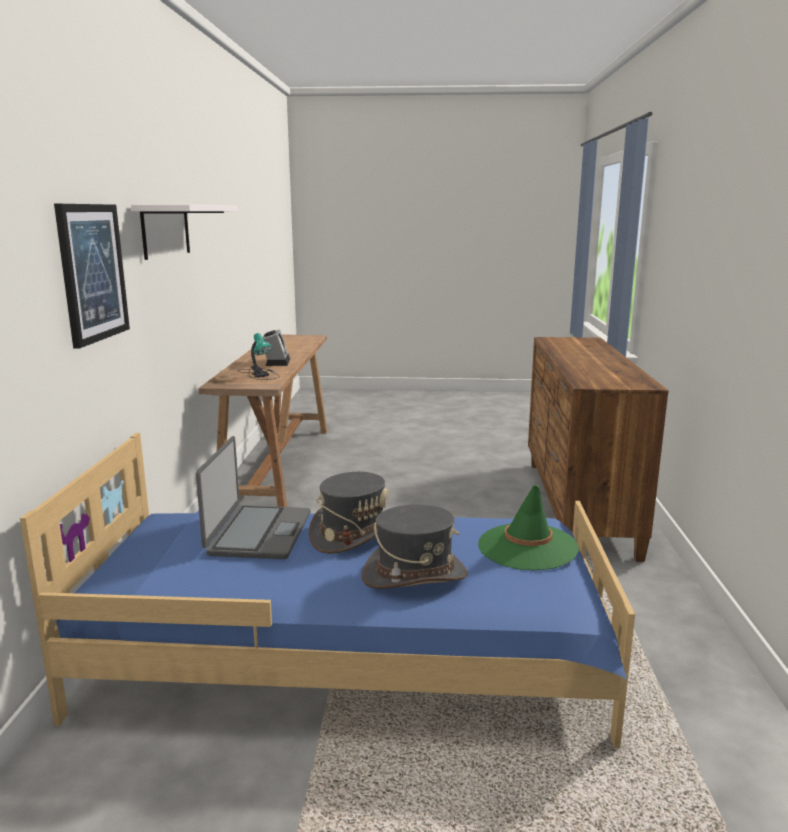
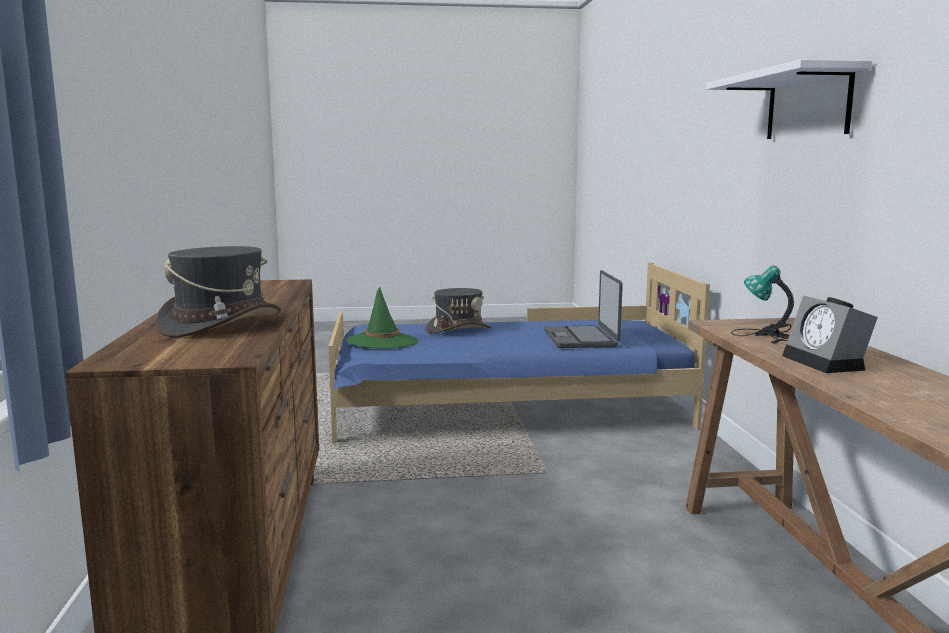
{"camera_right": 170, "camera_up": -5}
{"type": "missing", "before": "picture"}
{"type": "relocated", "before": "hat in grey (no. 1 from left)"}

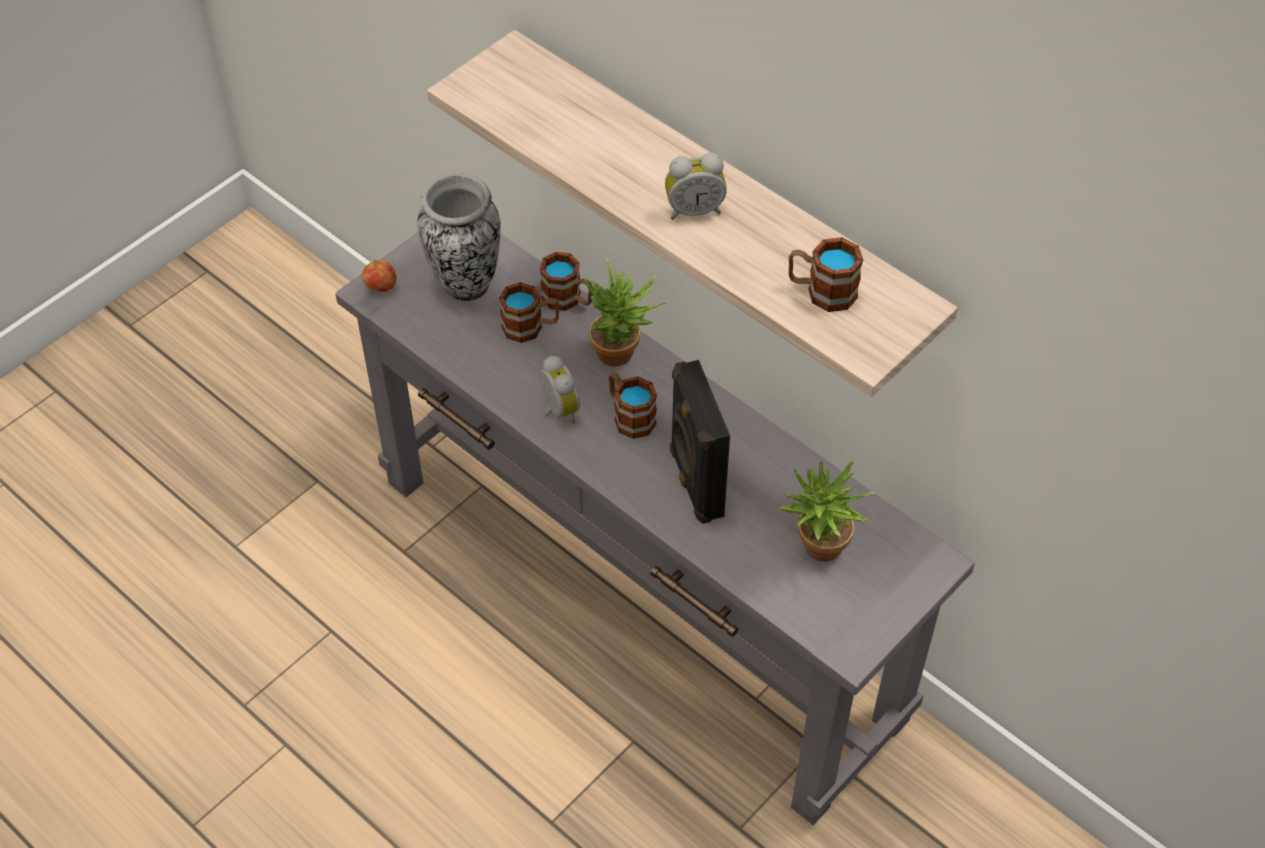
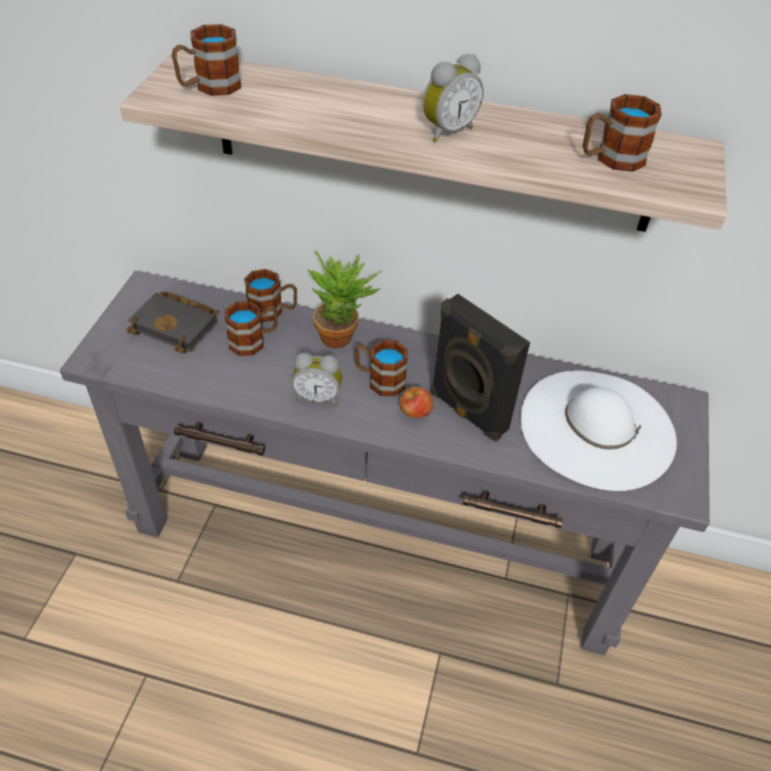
{"camera_right": -30, "camera_up": -5}
{"type": "appeared", "after": "mug (no. 1 from left)"}
{"type": "relocated", "before": "apple"}
{"type": "exchanged", "before": "vase", "after": "book in black"}
{"type": "exchanged", "before": "potted plant (no. 2 from left)", "after": "hat in white"}
{"type": "spun", "before": "alarm clock (no. 1 from left)", "turn": 150}

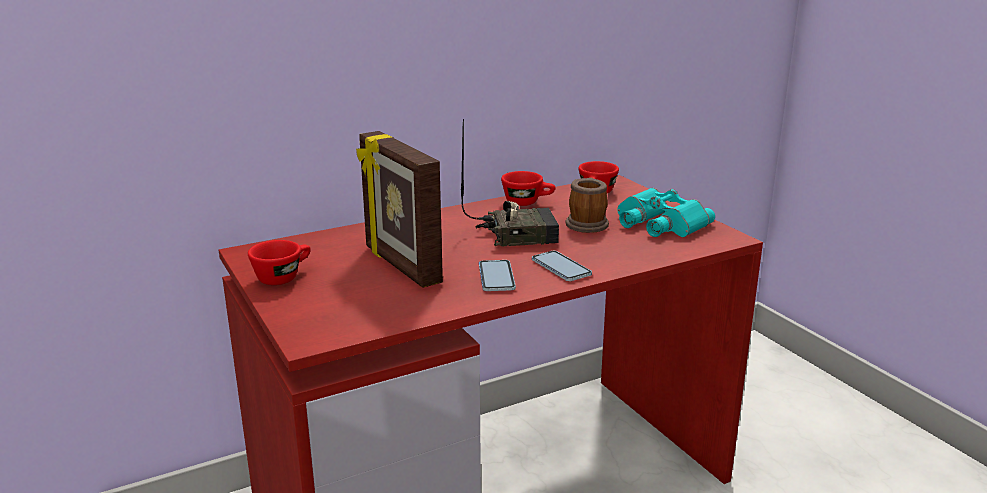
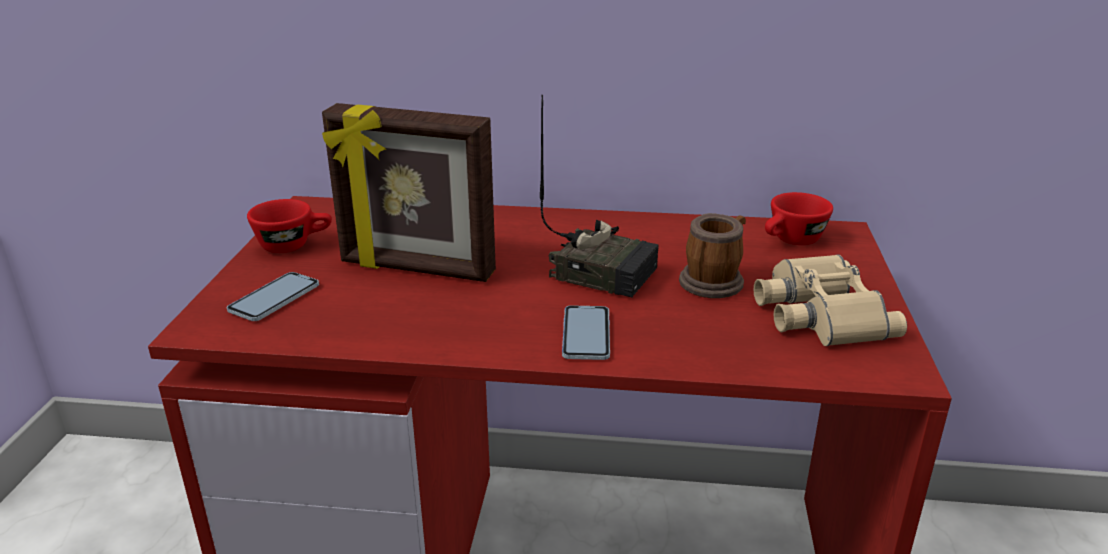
{"camera_right": 35, "camera_up": 5}
{"type": "missing", "before": "cup in red (no. 2 from left)"}
{"type": "relocated", "before": "phone (no. 1 from left)"}
{"type": "colour", "before": "binoculars in turquoise", "after": "binoculars in beige"}
{"type": "spun", "before": "picture frame", "turn": -75}

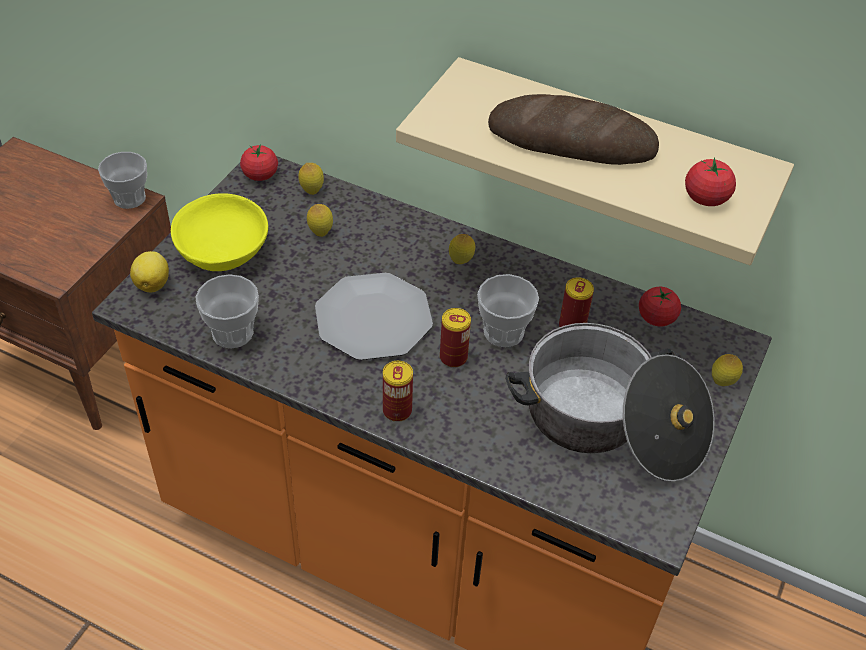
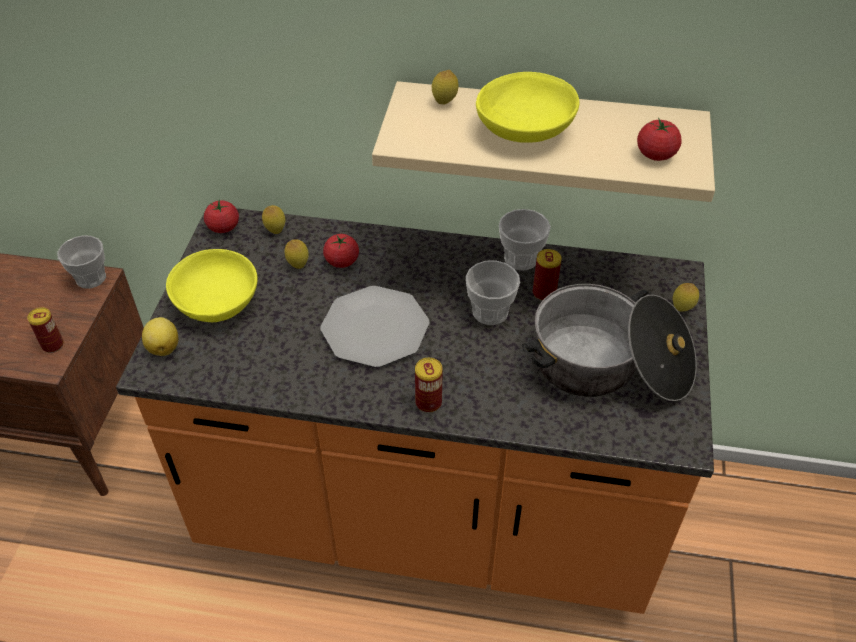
{"camera_right": -15, "camera_up": 0}
{"type": "relocated", "before": "cup (no. 2 from left in the first image)", "after": "cup (no. 3 from left)"}
{"type": "relocated", "before": "can (no. 2 from left in the first image)", "after": "can (no. 1 from left)"}
{"type": "relocated", "before": "lemon (no. 4 from left)"}
{"type": "relocated", "before": "tomato (no. 2 from left)"}
{"type": "exchanged", "before": "bread", "after": "bowl in yellow (no. 2 from left)"}

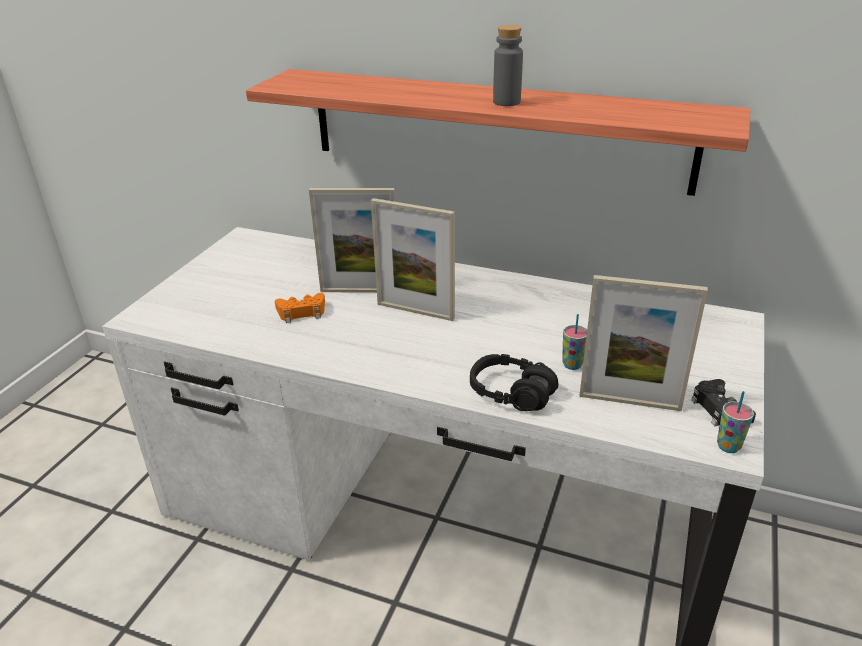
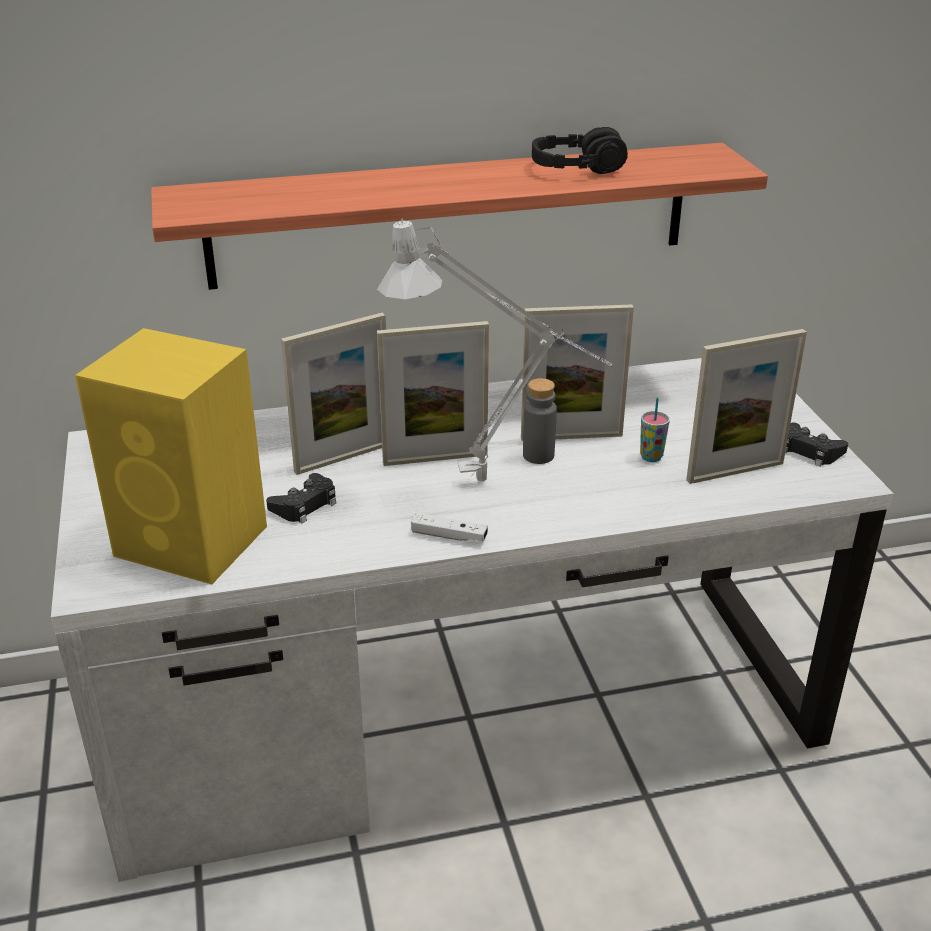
{"camera_right": -35, "camera_up": 0}
{"type": "missing", "before": "cup (no. 2 from left)"}
{"type": "appeared", "after": "speaker in yellow"}
{"type": "appeared", "after": "table lamp in grey"}
{"type": "appeared", "after": "game controller in white"}
{"type": "appeared", "after": "picture frame (no. 3 from left)"}
{"type": "relocated", "before": "headphones in black"}
{"type": "relocated", "before": "bottle in grey"}
{"type": "colour", "before": "game controller in orange", "after": "game controller in black (no. 1 from left)"}

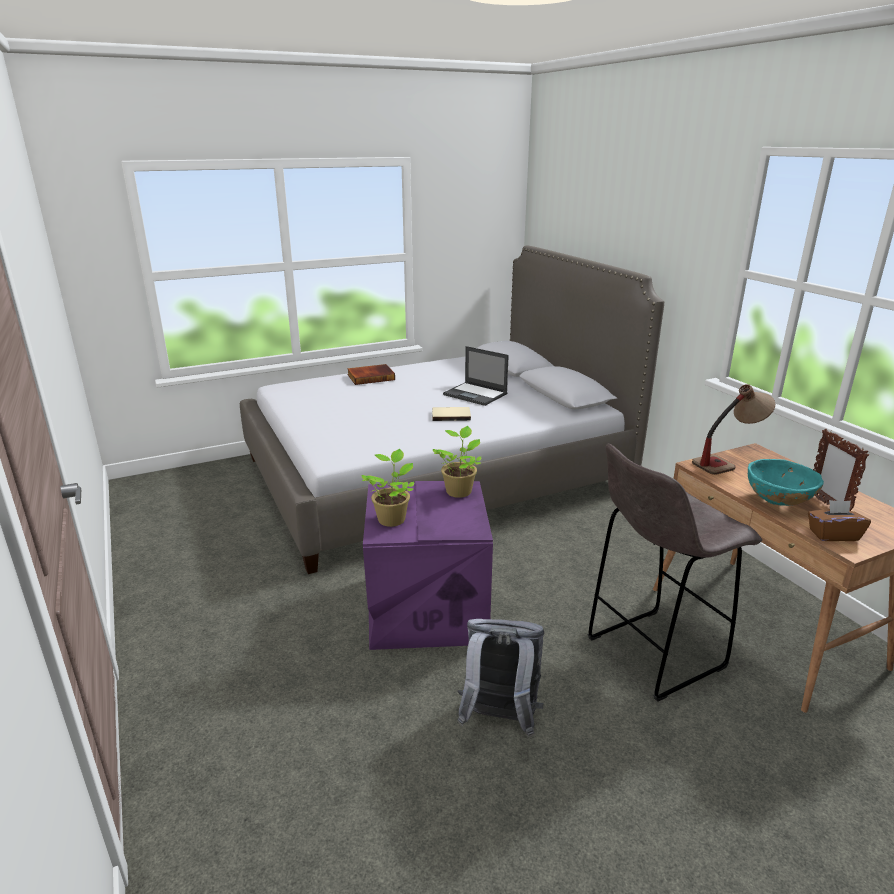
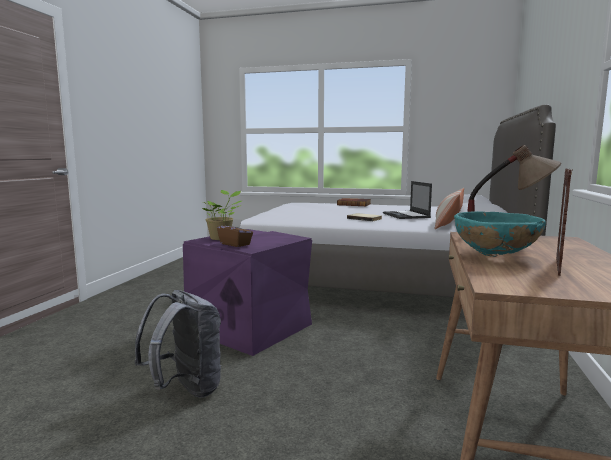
{"camera_right": 40, "camera_up": -15}
{"type": "missing", "before": "potted plant (no. 2 from left)"}
{"type": "missing", "before": "stool in grey"}
{"type": "appeared", "after": "pillow"}
{"type": "relocated", "before": "tissue box in brown"}

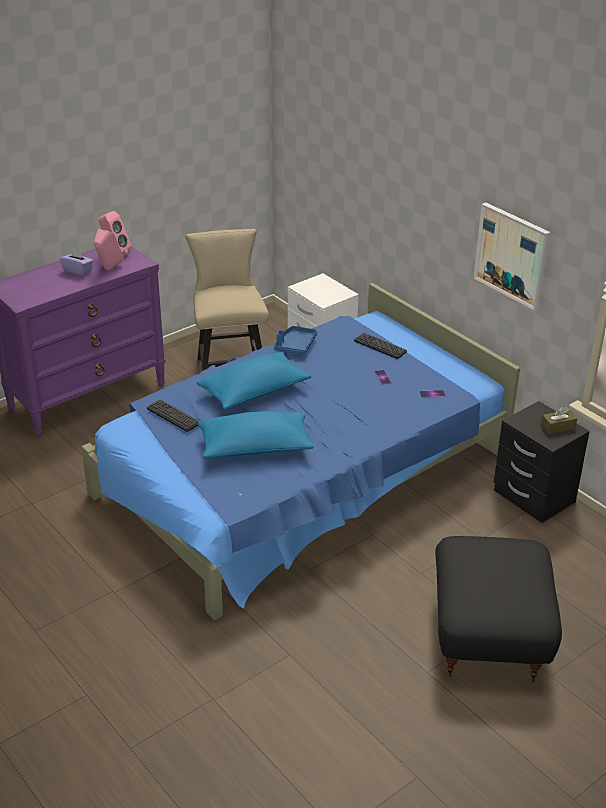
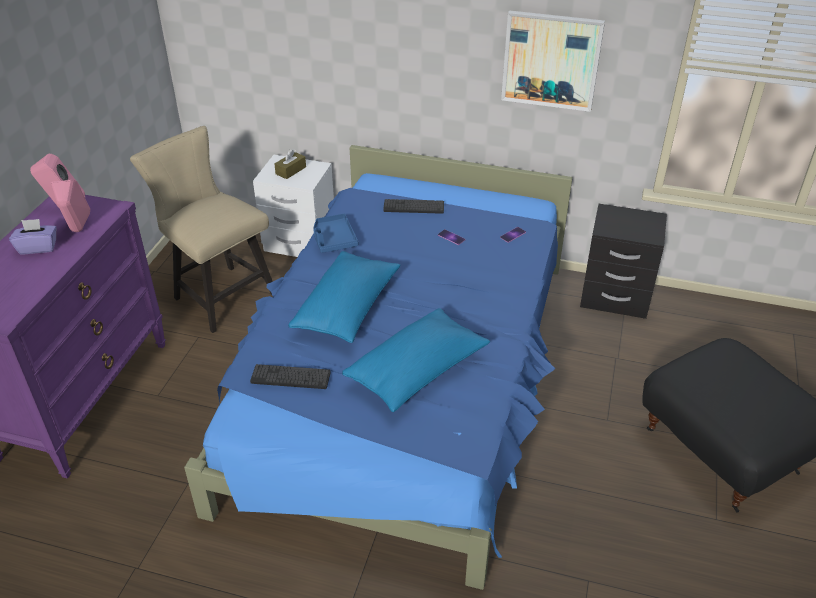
{"camera_right": -35, "camera_up": 5}
{"type": "relocated", "before": "tissue box in brown"}

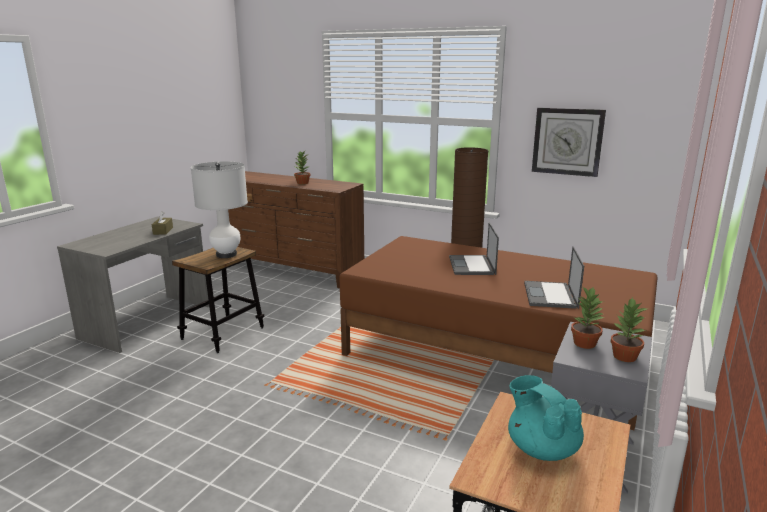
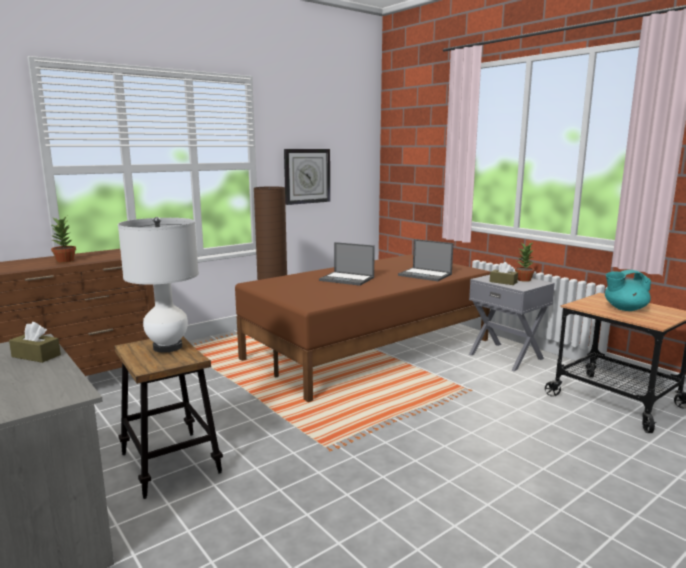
{"camera_right": -65, "camera_up": -5}
{"type": "exchanged", "before": "potted plant (no. 2 from left)", "after": "tissue box in brown (no. 2 from left)"}

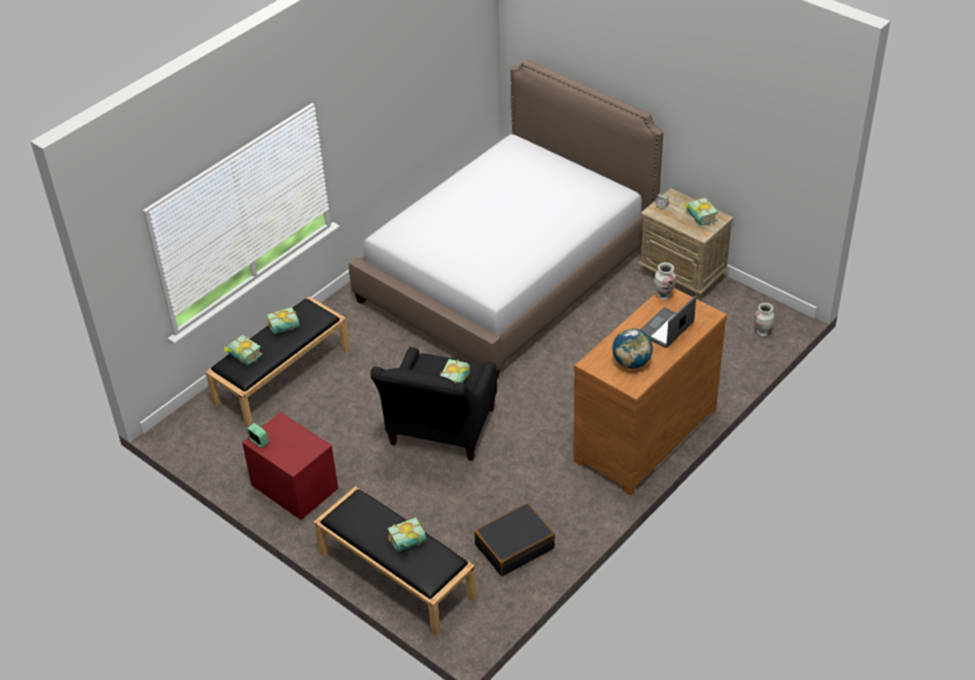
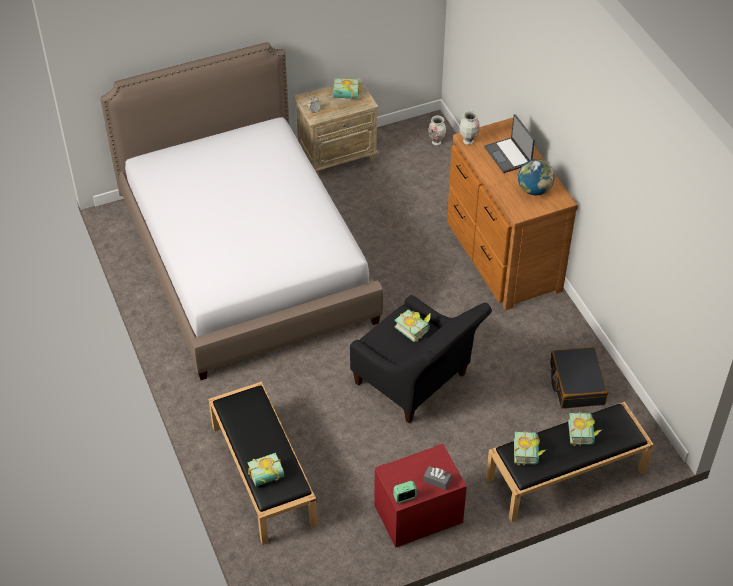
{"camera_right": -65, "camera_up": 5}
{"type": "appeared", "after": "tissue box in grey"}
{"type": "relocated", "before": "book (no. 2 from left in the first image)", "after": "book (no. 4 from left)"}

